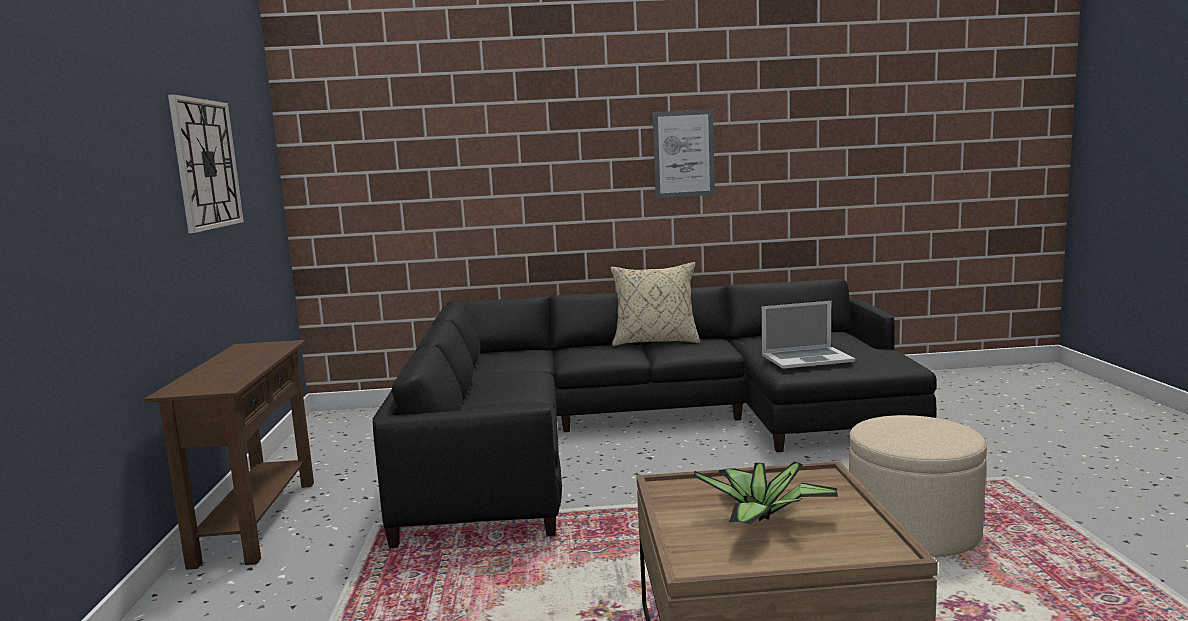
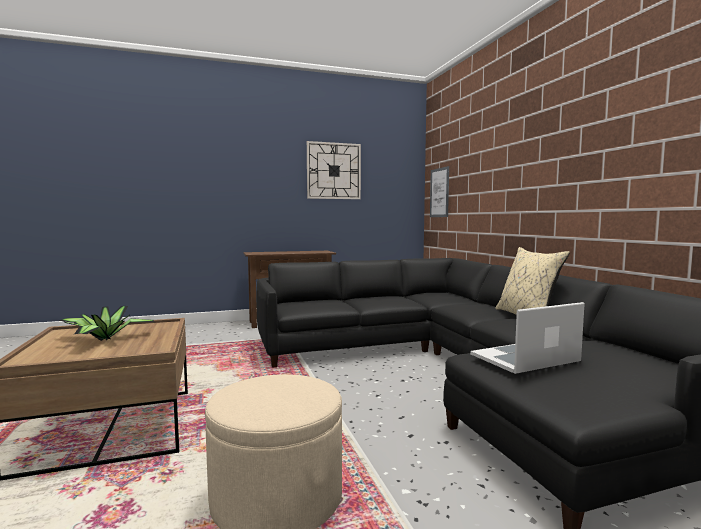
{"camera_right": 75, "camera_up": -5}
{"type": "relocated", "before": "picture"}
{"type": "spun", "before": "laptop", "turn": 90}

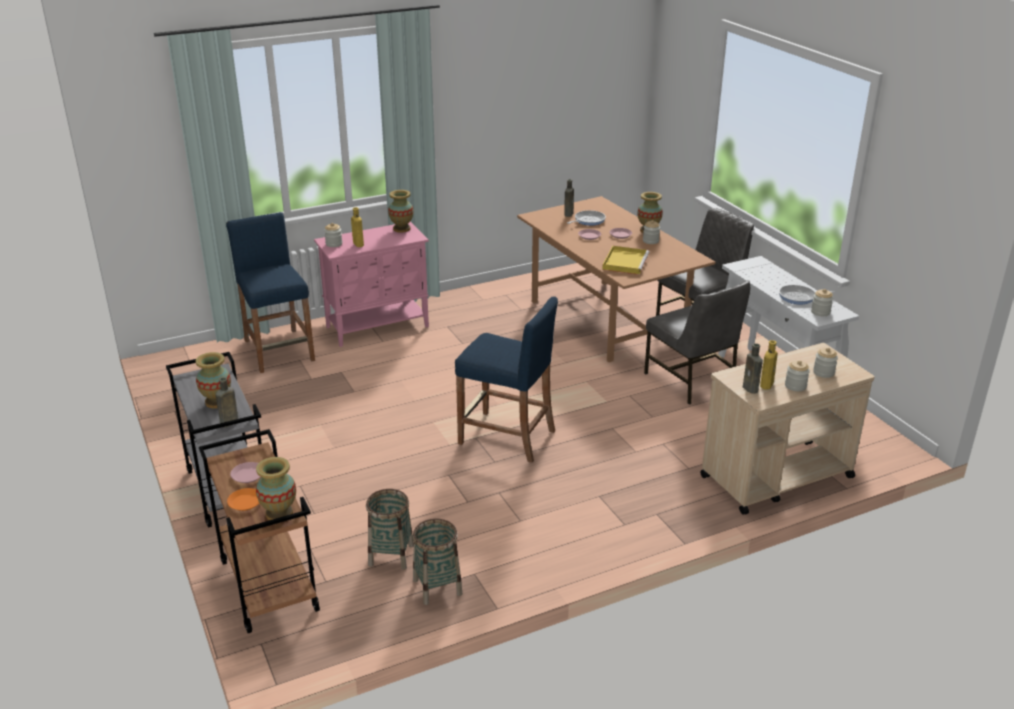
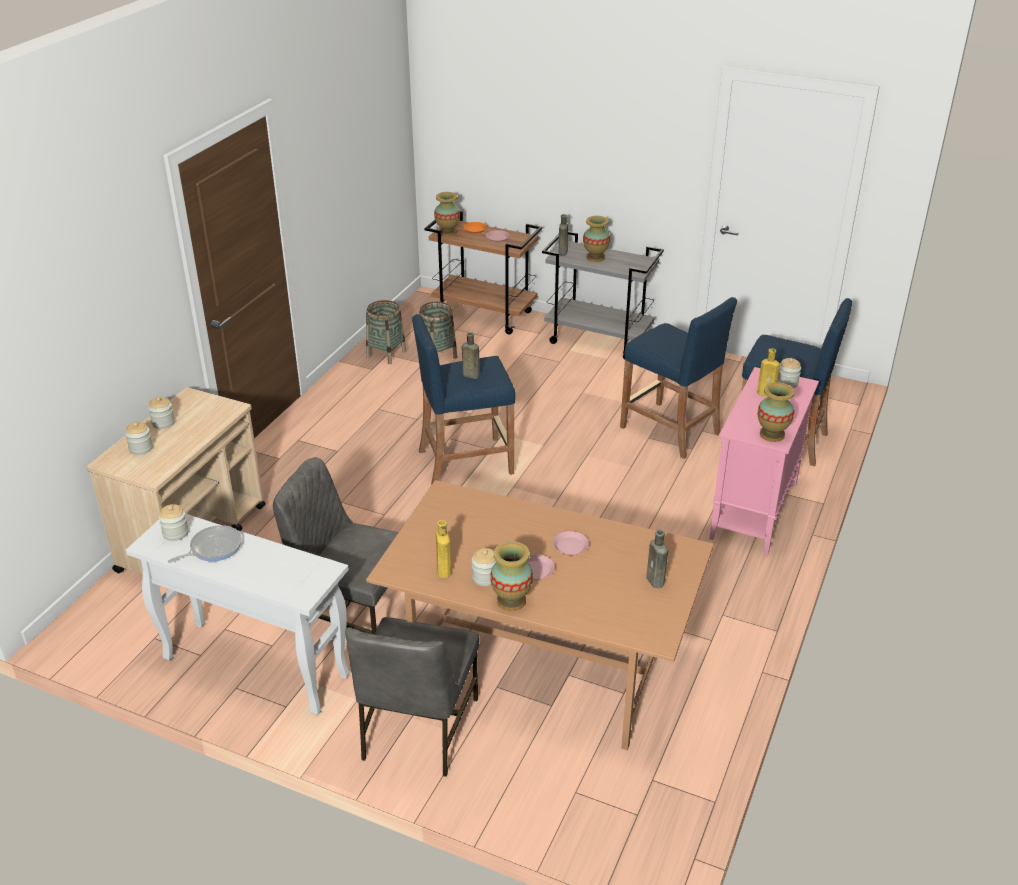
{"camera_right": 140, "camera_up": 5}
{"type": "missing", "before": "frying pan (no. 1 from left)"}
{"type": "missing", "before": "tray in yellow"}
{"type": "appeared", "after": "stool in blue (no. 2 from left)"}
{"type": "relocated", "before": "bottle in brown (no. 3 from left in the first image)", "after": "bottle in brown (no. 1 from left)"}
{"type": "relocated", "before": "bottle in yellow (no. 2 from left in the first image)", "after": "bottle in yellow (no. 1 from left)"}

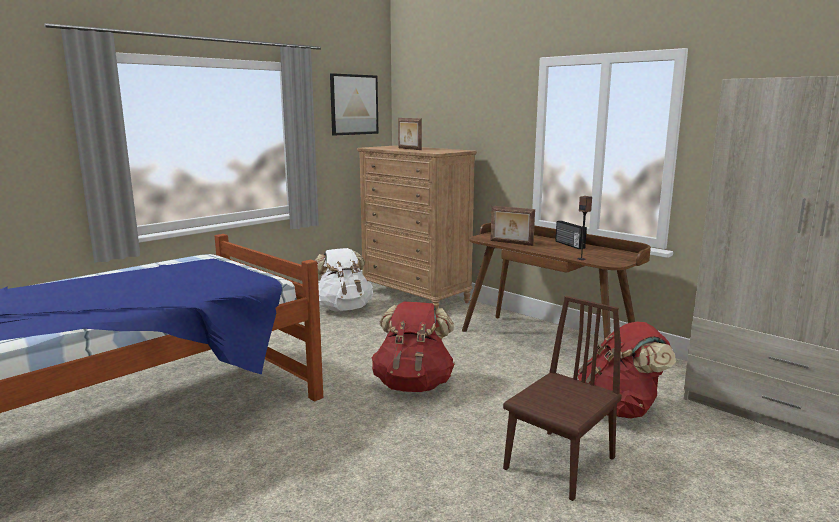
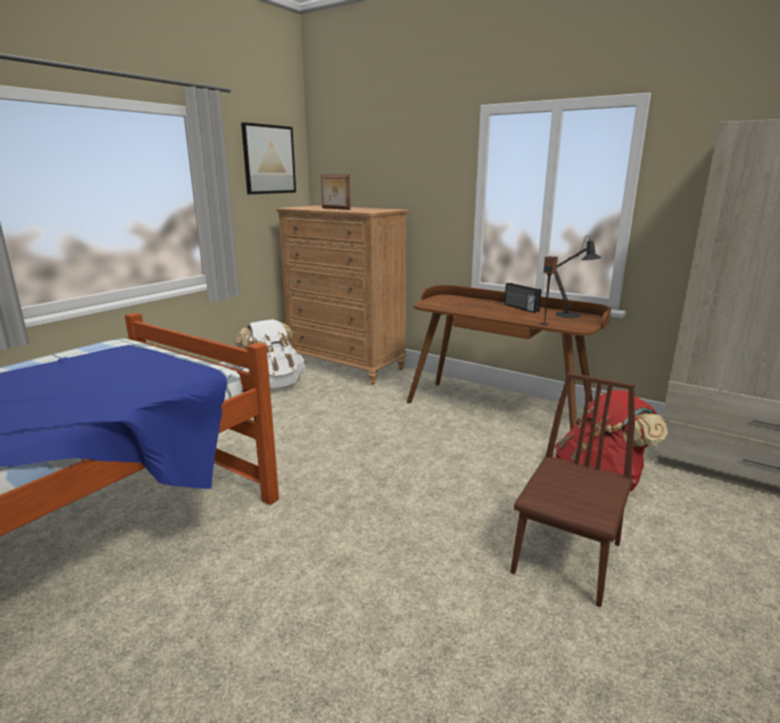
{"camera_right": -10, "camera_up": 5}
{"type": "missing", "before": "backpack in red (no. 1 from left)"}
{"type": "missing", "before": "picture frame (no. 2 from left)"}
{"type": "appeared", "after": "table lamp in black"}

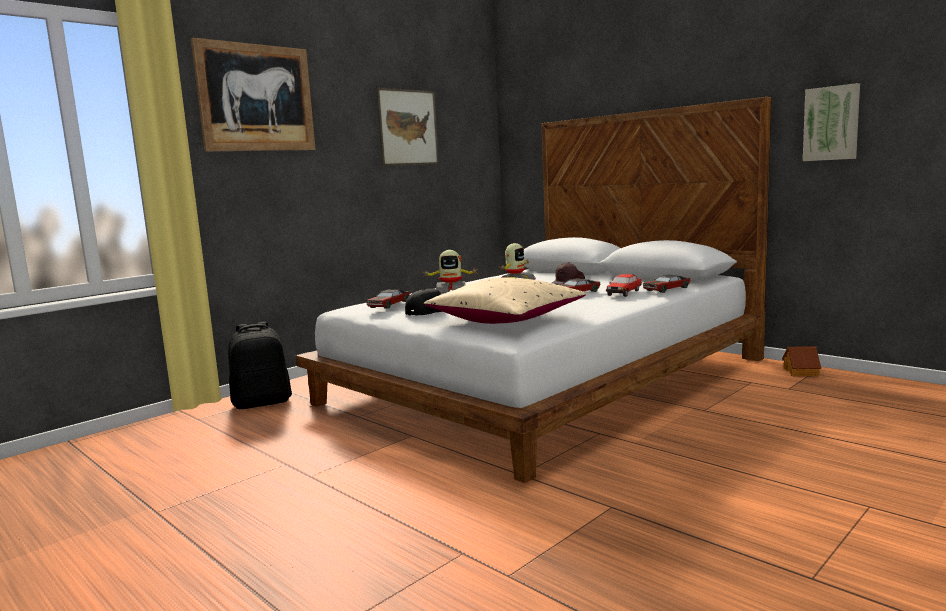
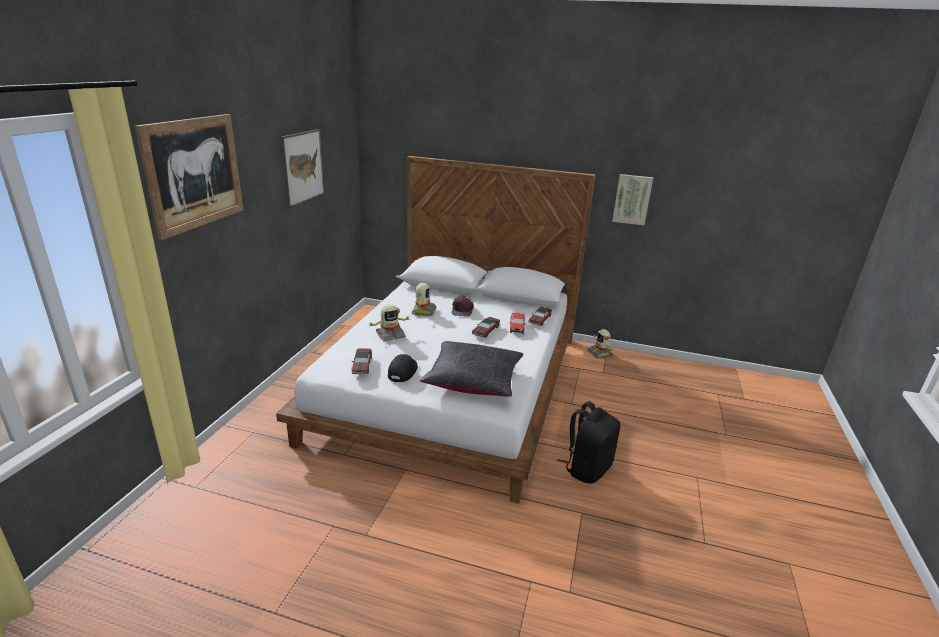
{"camera_right": -30, "camera_up": 15}
{"type": "relocated", "before": "backpack in black"}
{"type": "exchanged", "before": "toy house", "after": "toy robot (no. 3 from left)"}
{"type": "colour", "before": "pillow in beige", "after": "pillow in black"}

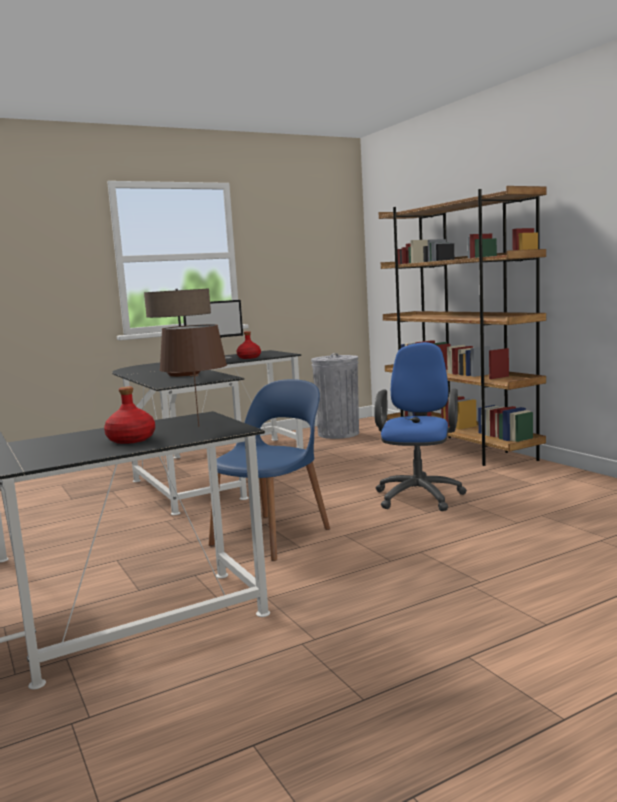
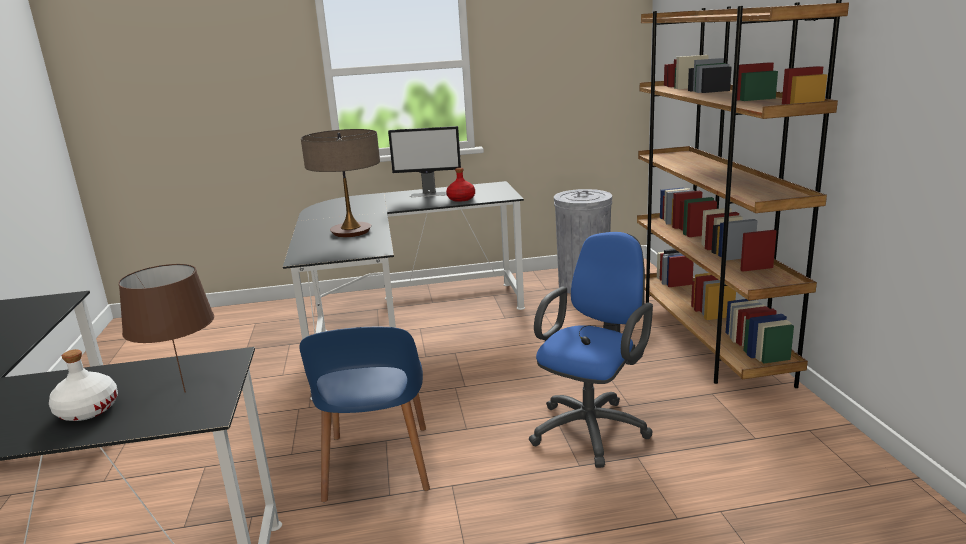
{"camera_right": 20, "camera_up": 10}
{"type": "colour", "before": "bottle in red (no. 1 from left)", "after": "bottle in white"}
{"type": "spun", "before": "chair in blue", "turn": 120}

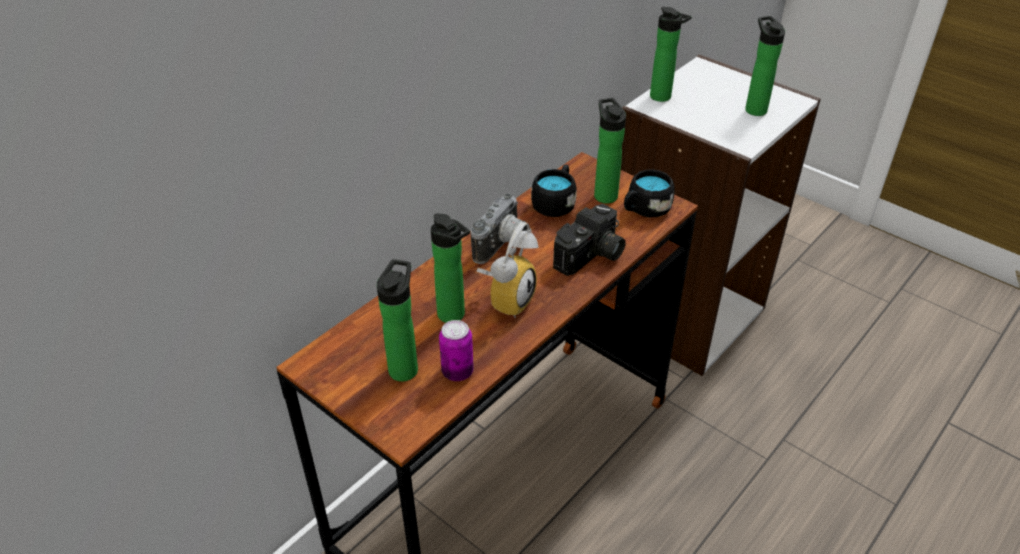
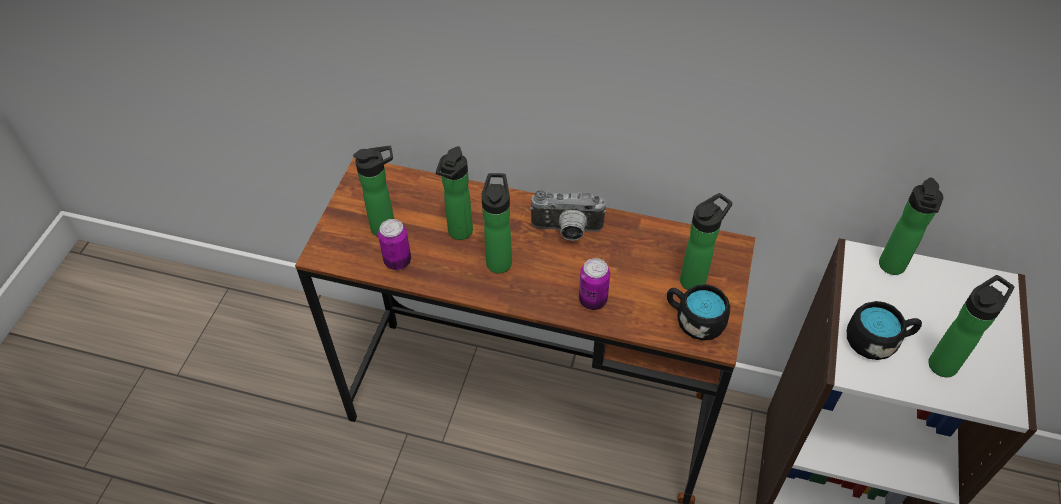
{"camera_right": 65, "camera_up": 10}
{"type": "relocated", "before": "mug in black (no. 1 from left in the first image)", "after": "mug in black (no. 2 from left)"}
{"type": "exchanged", "before": "alarm clock", "after": "bottle (no. 3 from left)"}
{"type": "exchanged", "before": "photo camera (no. 2 from left)", "after": "can (no. 2 from left)"}

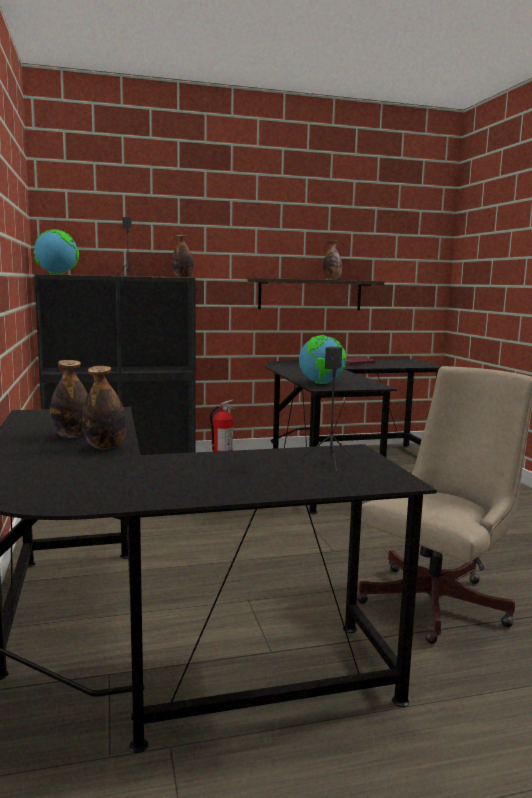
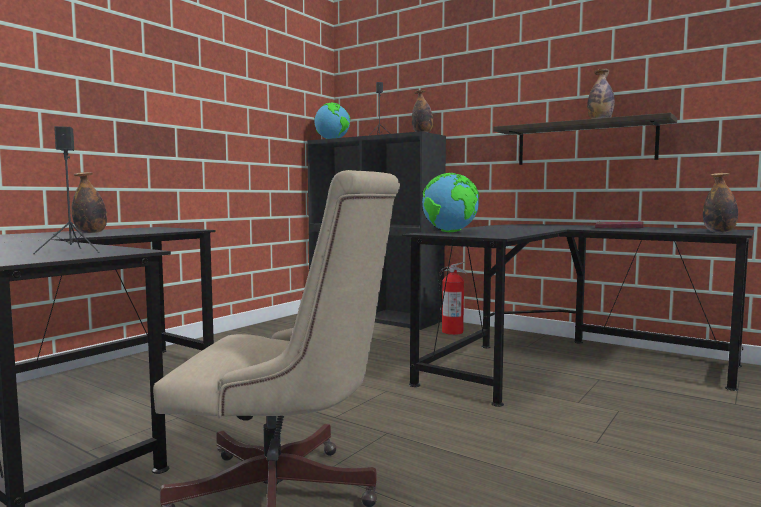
{"camera_right": 50, "camera_up": -5}
{"type": "relocated", "before": "bottle (no. 2 from left in the first image)", "after": "bottle (no. 4 from left)"}

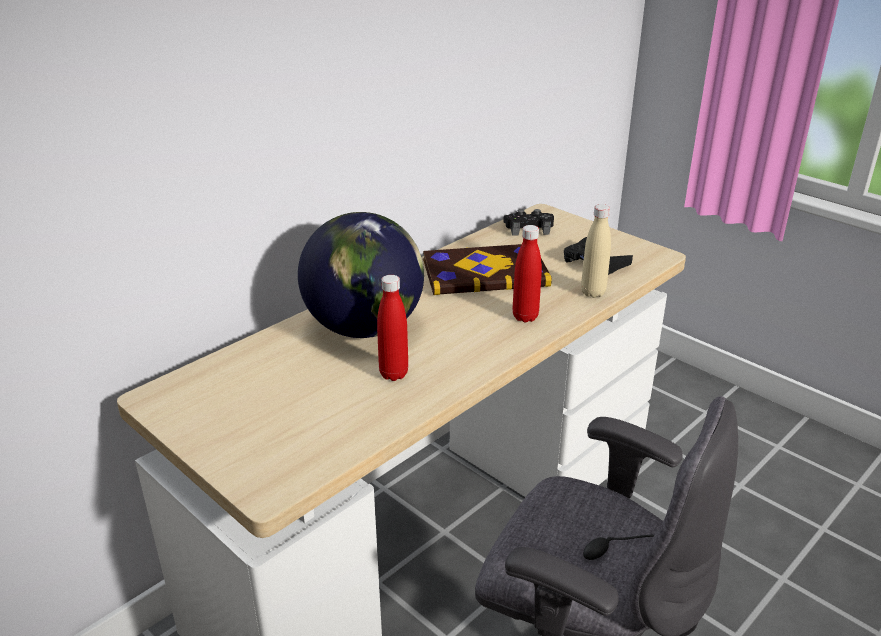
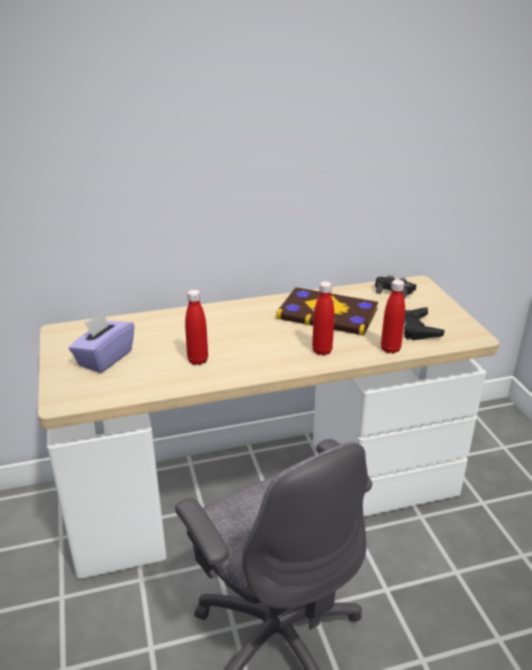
{"camera_right": 30, "camera_up": 0}
{"type": "missing", "before": "globe"}
{"type": "appeared", "after": "tissue box in purple"}
{"type": "colour", "before": "bottle in beige", "after": "bottle in red (no. 3 from left)"}

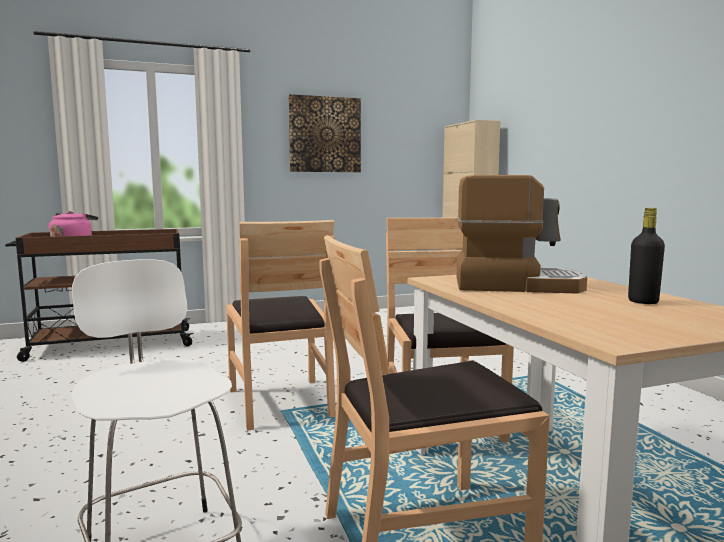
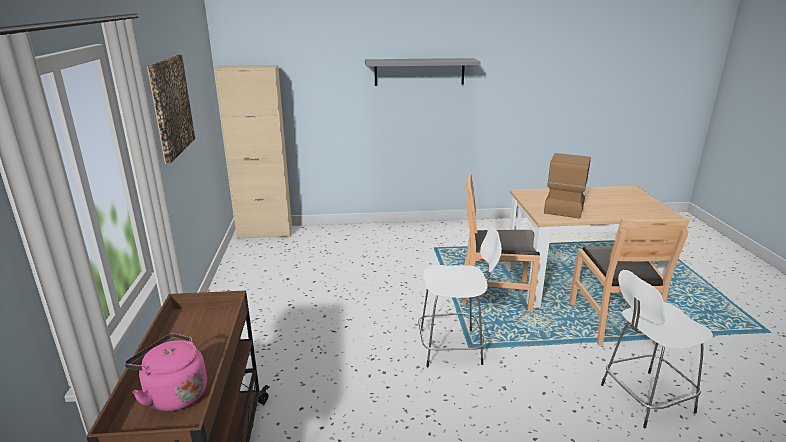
{"camera_right": -75, "camera_up": 15}
{"type": "missing", "before": "bottle in black"}
{"type": "appeared", "after": "shelf in grey"}
{"type": "exchanged", "before": "chair in brown (no. 1 from left)", "after": "stool in white (no. 1 from left)"}

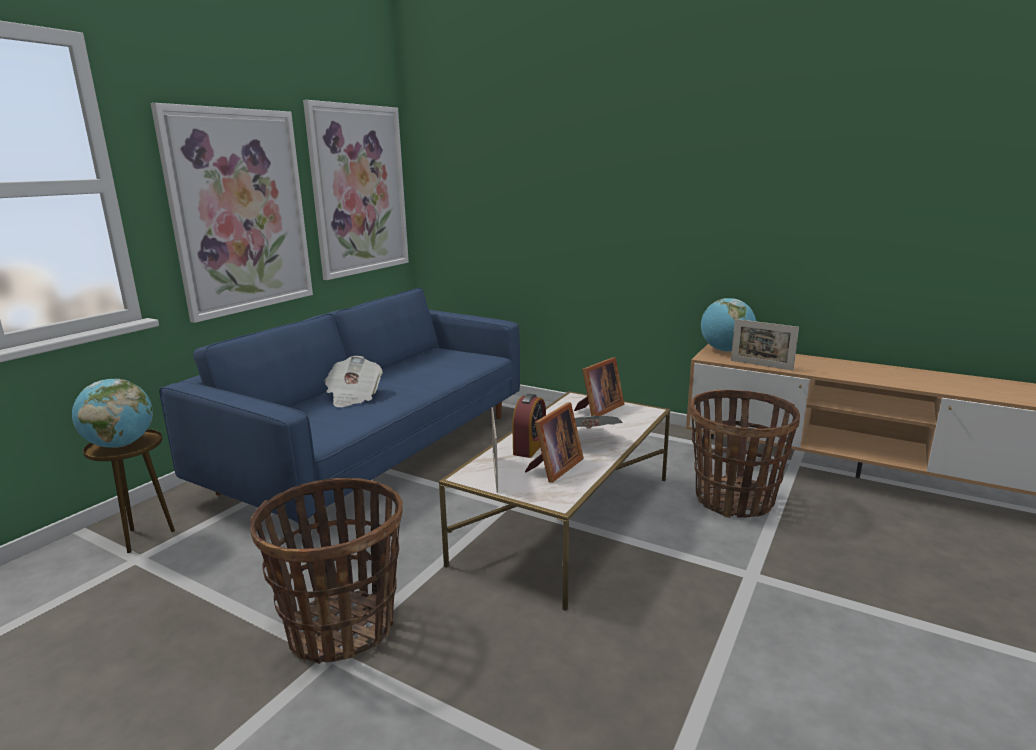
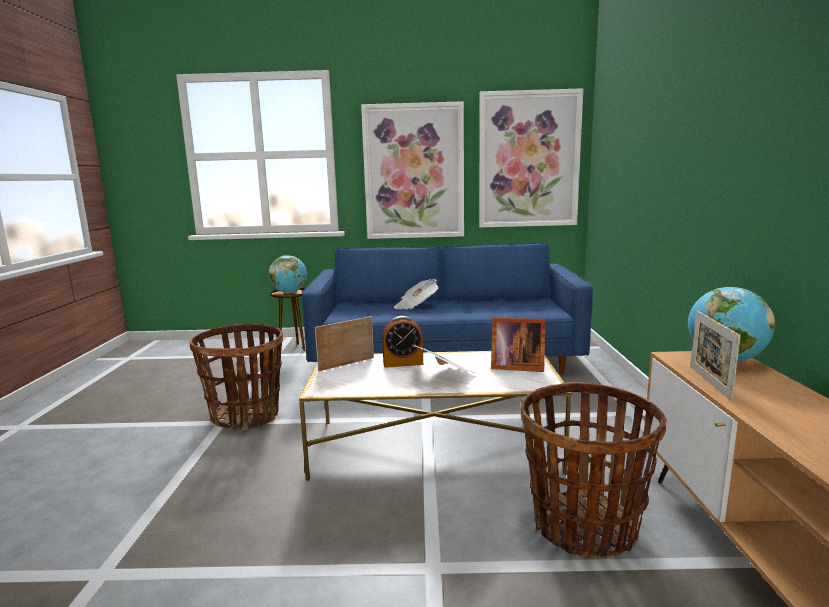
{"camera_right": 60, "camera_up": -5}
{"type": "missing", "before": "picture frame (no. 2 from left)"}

